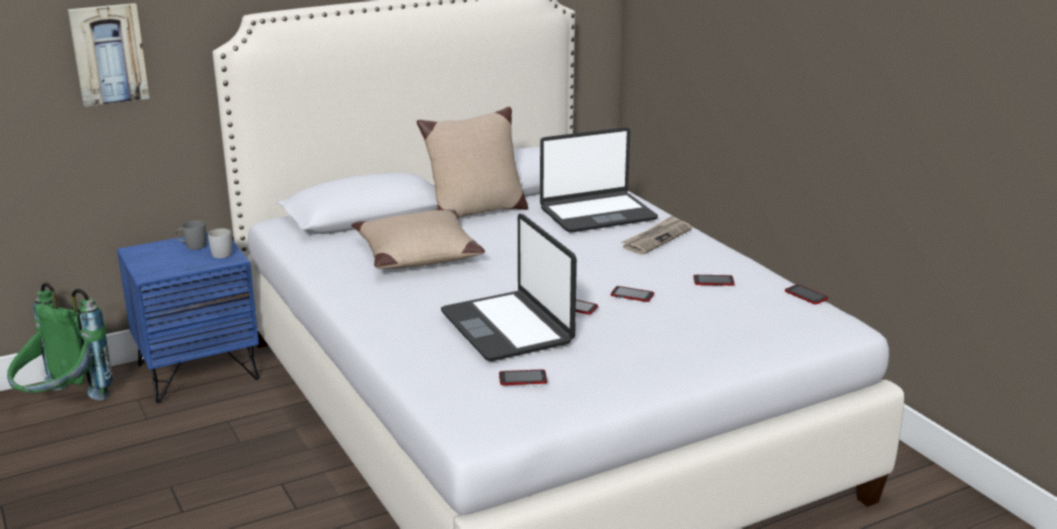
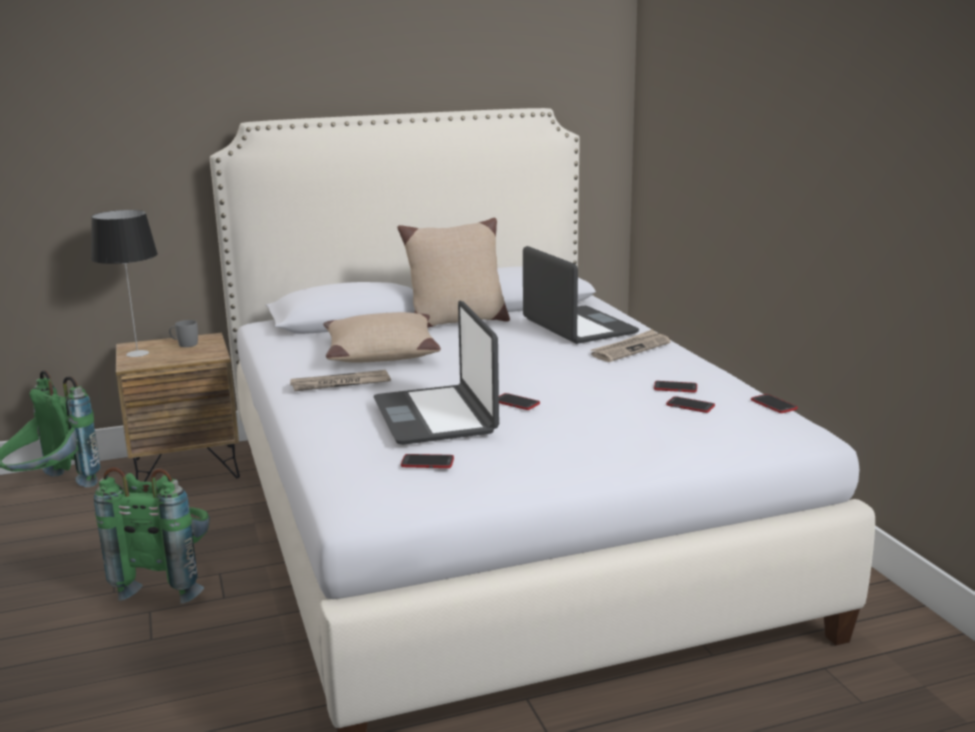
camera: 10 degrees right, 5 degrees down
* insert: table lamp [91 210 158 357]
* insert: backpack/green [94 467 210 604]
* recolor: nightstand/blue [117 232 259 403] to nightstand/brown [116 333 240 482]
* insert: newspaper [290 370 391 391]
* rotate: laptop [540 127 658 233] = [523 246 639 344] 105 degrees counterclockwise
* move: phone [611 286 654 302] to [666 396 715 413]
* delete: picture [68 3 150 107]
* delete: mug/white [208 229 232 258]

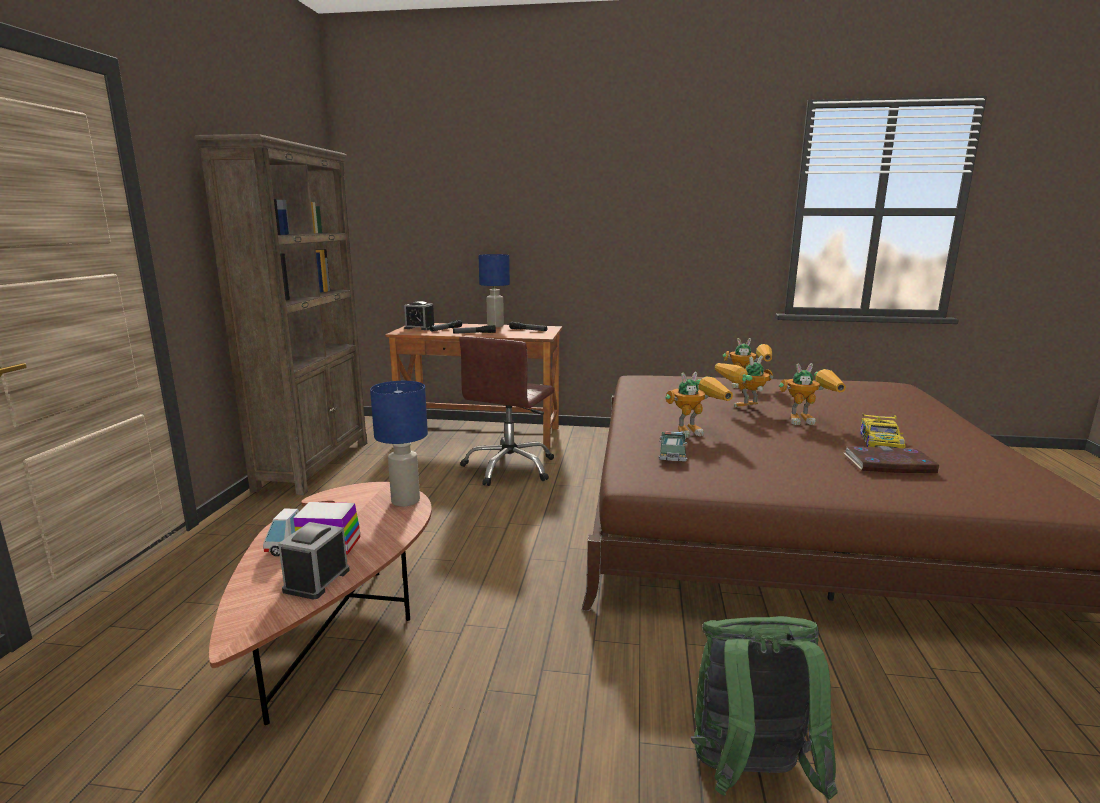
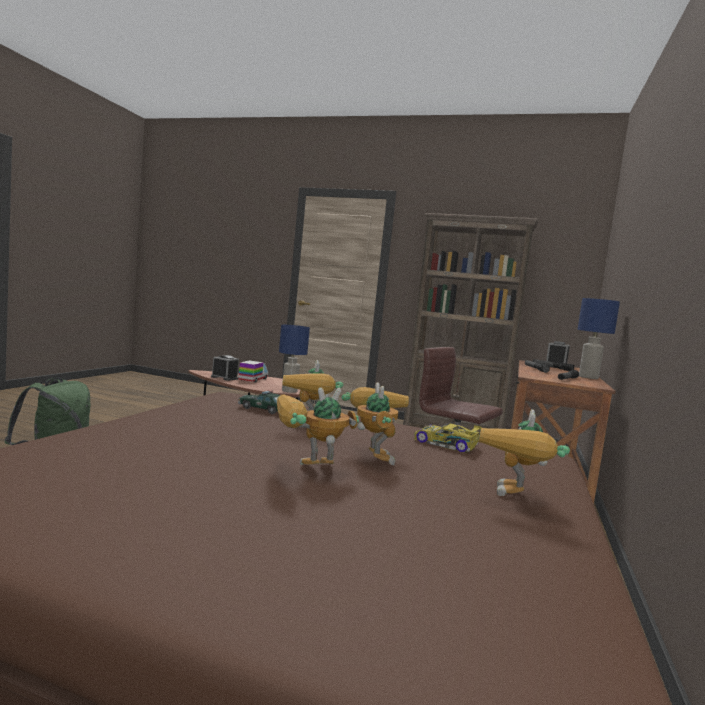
camera: 100 degrees right, 10 degrees down
* rotate: toy robot [779 363 846 425] = [277 387 359 465] 60 degrees clockwise
* move: toy car [860 412 906 448] to [414 423 482 453]
* delete: book [844 446 939 473]

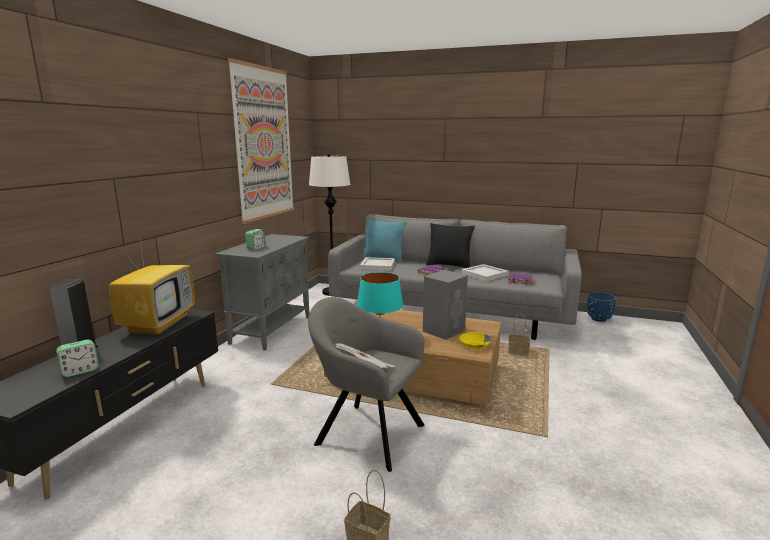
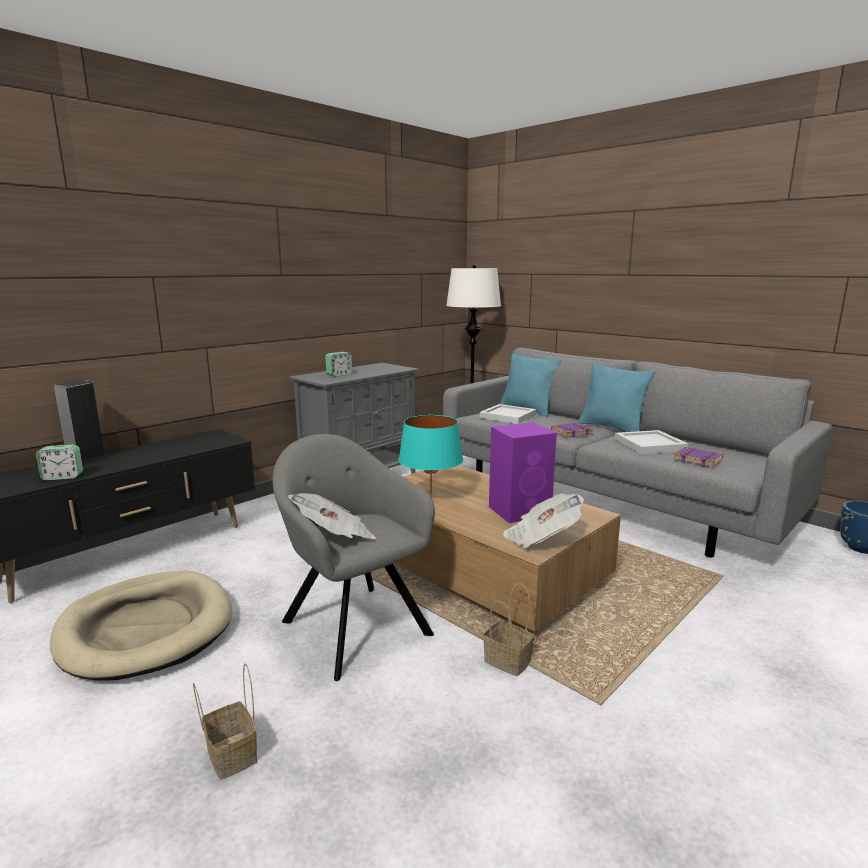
camera: 25 degrees right, 0 degrees up
* insert: dog bed/beige [50 571 232 680]
* move: basket [508 314 530 355] to [483 583 534 676]
* recolor: speaker/grey [423 270 468 340] to speaker/purple [489 422 557 523]
* replace: bowl/yellow [459 332 492 349] to newspaper [503 493 584 548]
* recolor: pillow/black [426 223 475 268] to pillow/turquoise [578 364 655 432]
* delete: television [109 230 195 336]
* delete: picture [228 58 294 224]

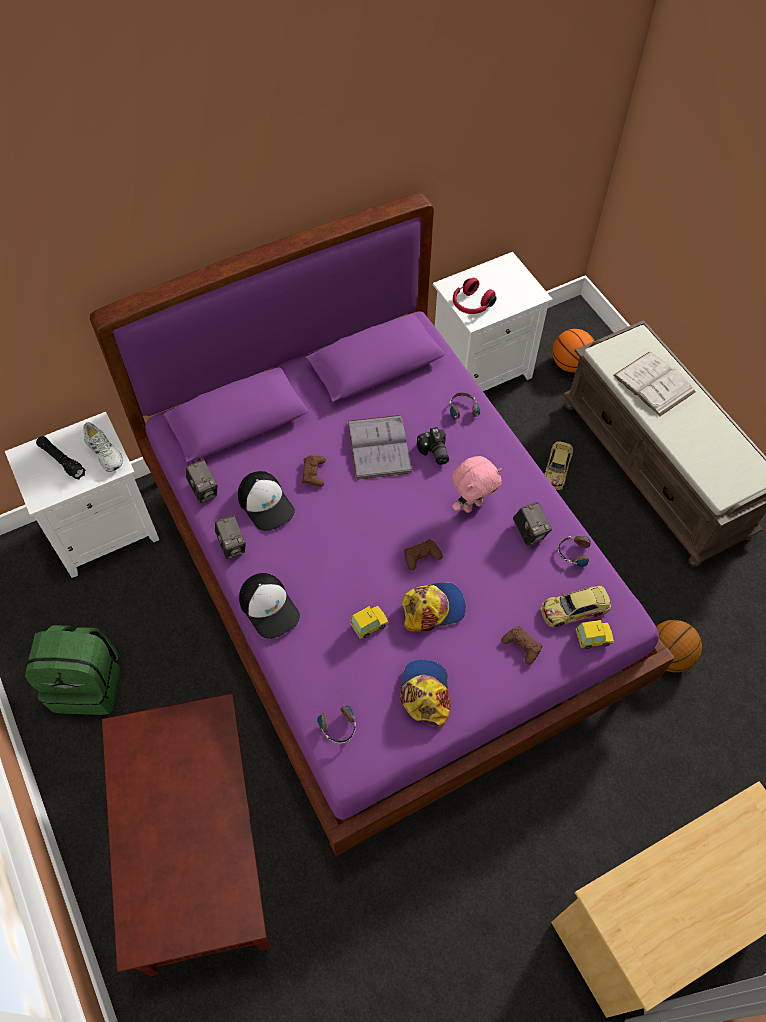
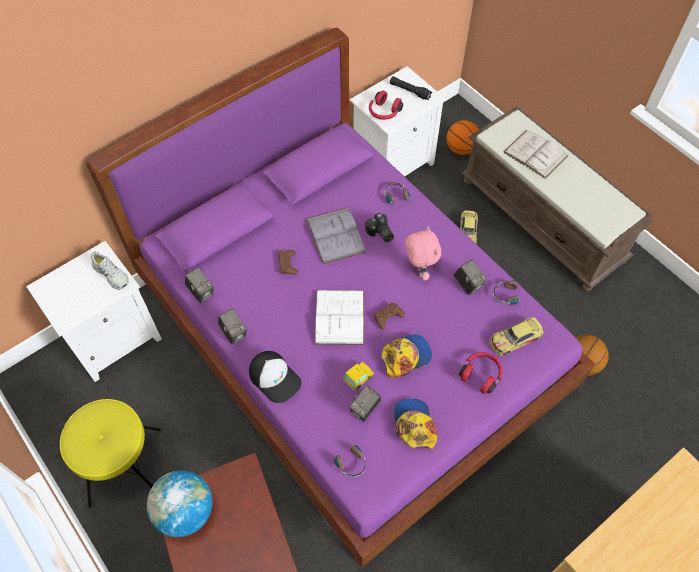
camera: 10 degrees left, 0 degrees up
* replace: backpack/green [25 625 121 715] to stool/yellow [60 399 161 508]
* insert: globe [147 470 212 537]
* insert: book/white [315 290 364 345]
* insert: photo camera [349 385 381 421]
* move: flashlight/black [36 436 85 480] to [390 76 432 100]
* rotate: plush toy/pink [452 456 502 513] = [405 226 441 280] 60 degrees counterclockwise
* replace: game controller/brown [501 626 542 665] to headphones/red [459 352 503 394]
* delete: cap [238 471 295 531]
* delete: toy car [576 620 614 649]

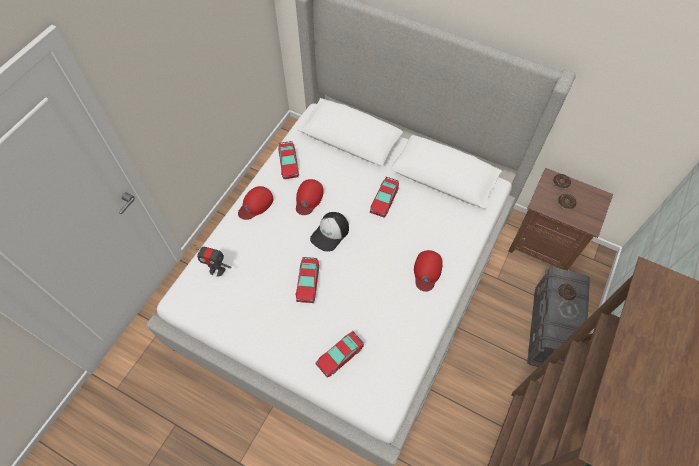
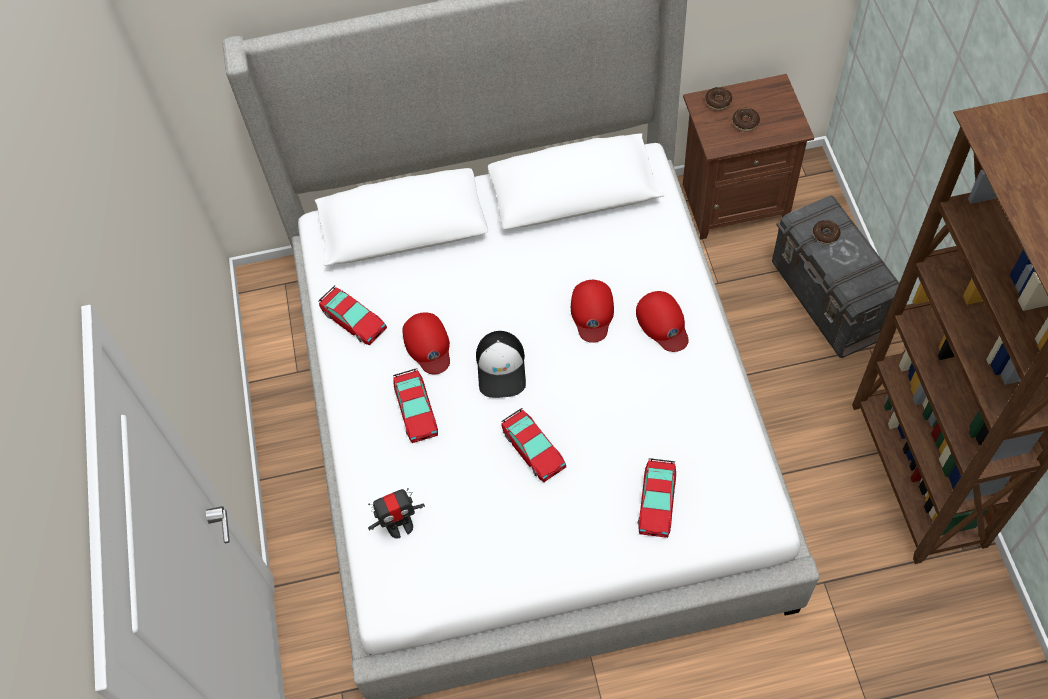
camera: 35 degrees left, 0 degrees up
* move: toy car [370 177 399 218] to [393 368 438 443]
* move: cap/red [238 186 274 220] to [571 280 614 343]

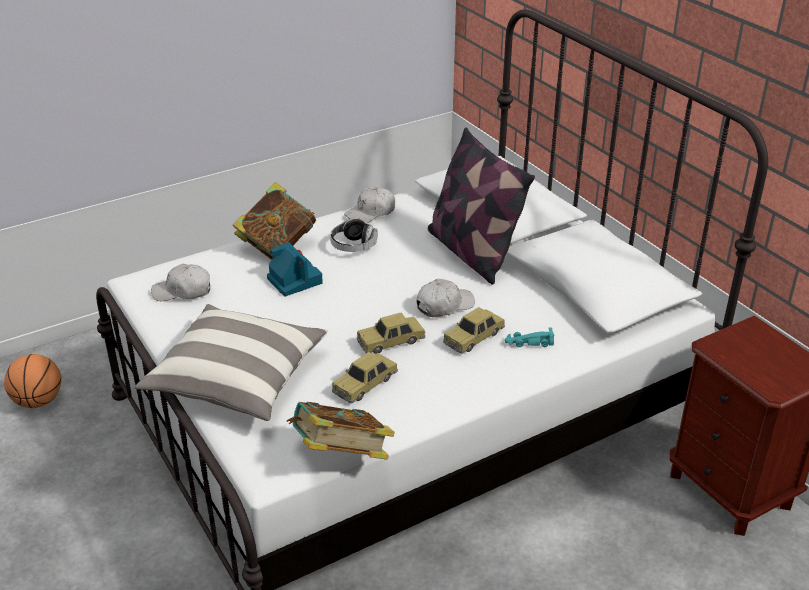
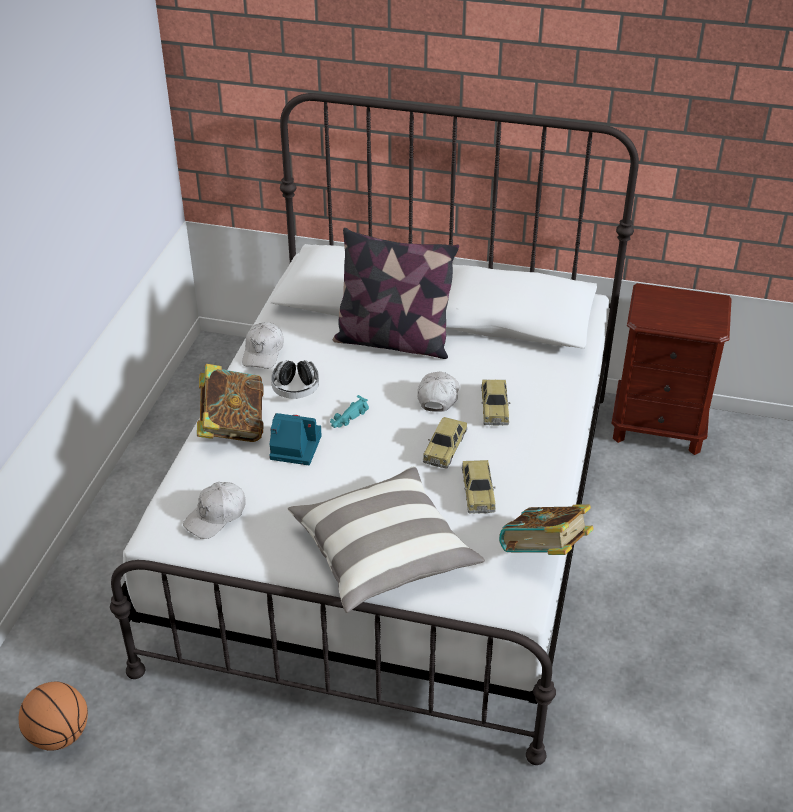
camera: 45 degrees left, 5 degrees up
* move: toy car/turquoise [505 327 555 347] to [330 395 369 428]

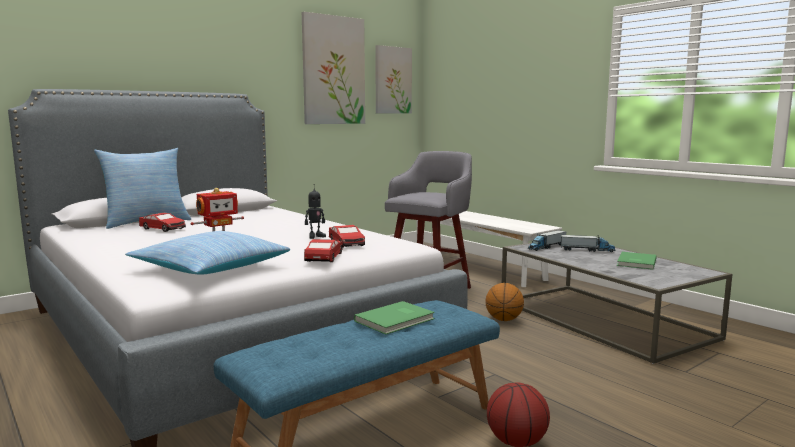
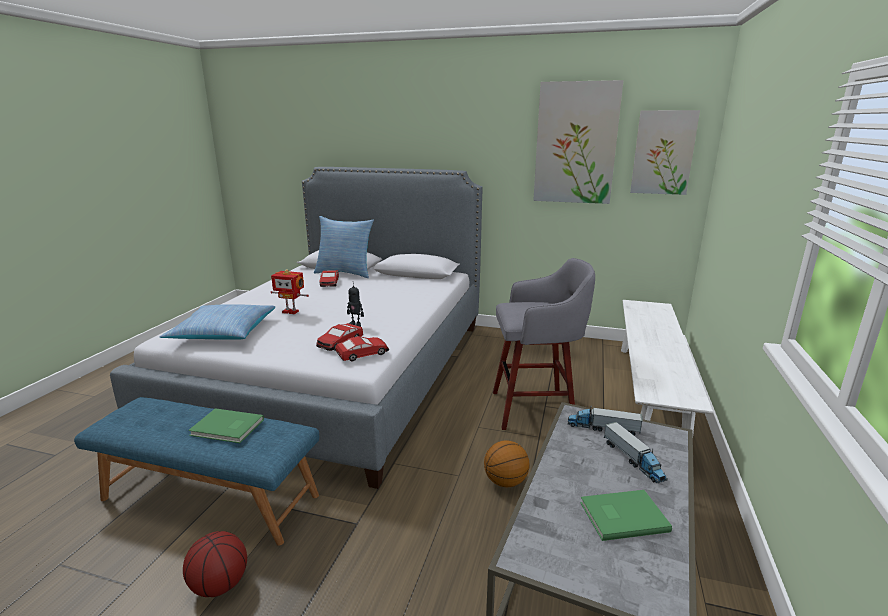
camera: 55 degrees right, 10 degrees up
* move: toy car [304 239 343 262] to [335 336 389 361]

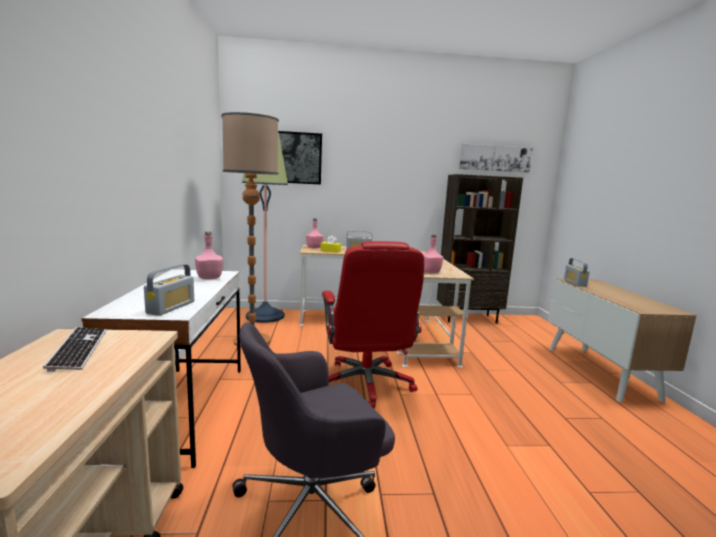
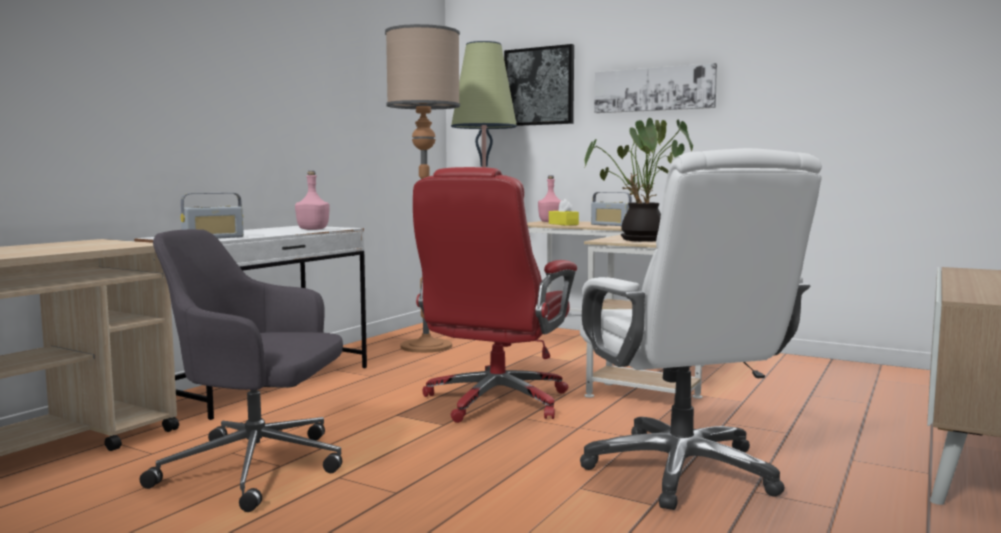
camera: 35 degrees right, 5 degrees down
* insert: office chair/white [580 148 822 510]
* replace: bottle/pink [423 235 443 273] to potted plant [585 118 693 242]
* move: picture [459 144 533 173] to [594 63 717 113]
* delete: keyboard [43 327 107 372]
* delete: bookcase/brown [437 174 523 324]
* delete: radio [564 258 590 287]

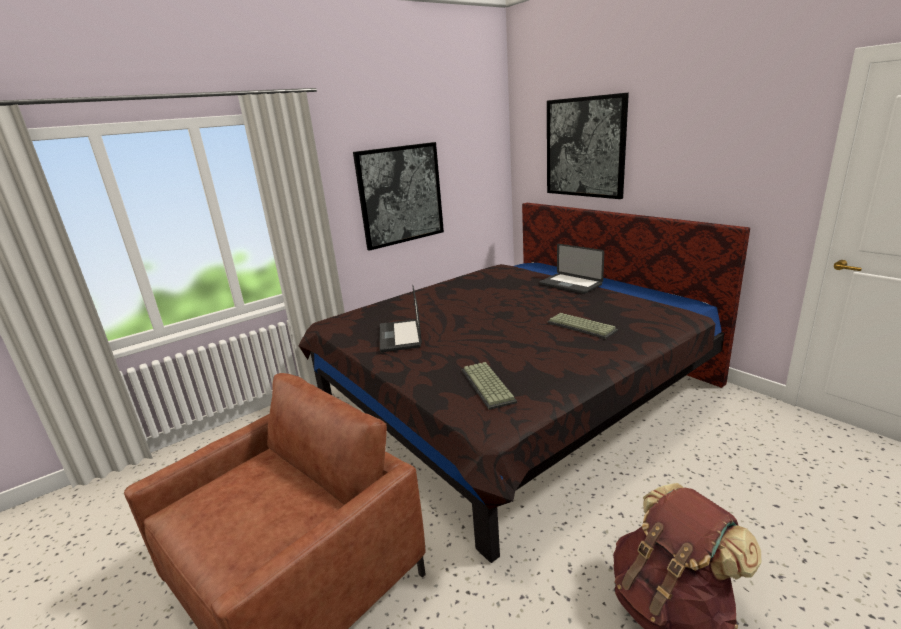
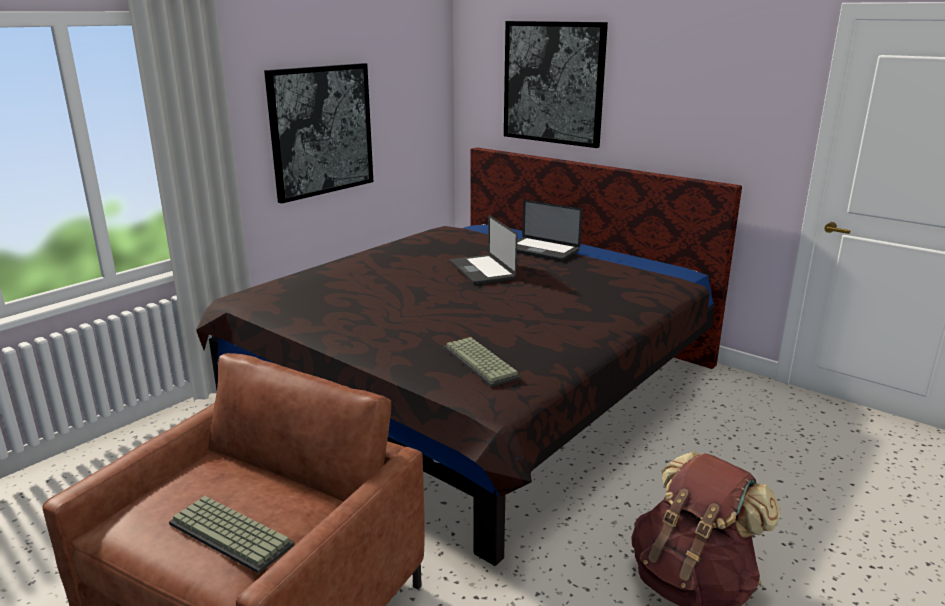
camera: 15 degrees left, 0 degrees up
* move: keyboard [548 313 618 339] to [169 496 294 574]
* move: laptop [380 285 422 352] to [450 215 517 285]

